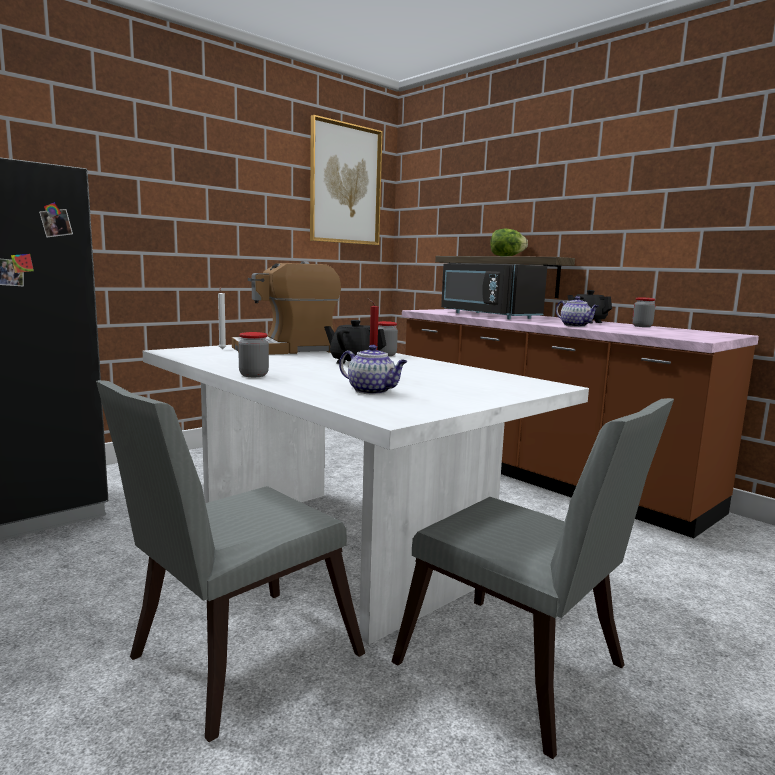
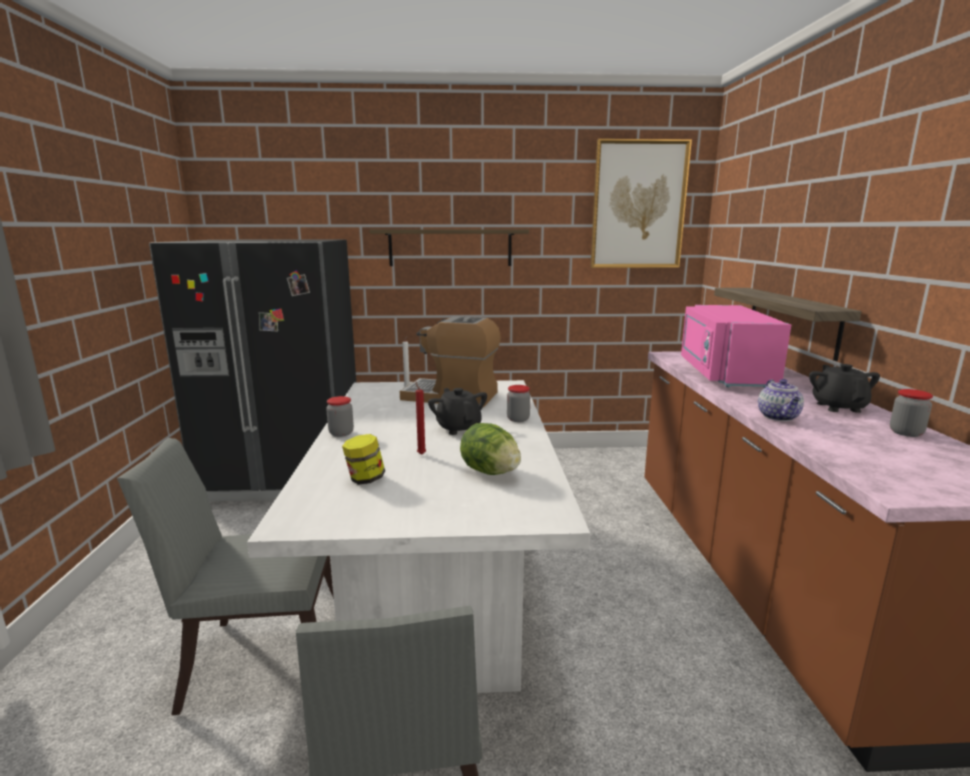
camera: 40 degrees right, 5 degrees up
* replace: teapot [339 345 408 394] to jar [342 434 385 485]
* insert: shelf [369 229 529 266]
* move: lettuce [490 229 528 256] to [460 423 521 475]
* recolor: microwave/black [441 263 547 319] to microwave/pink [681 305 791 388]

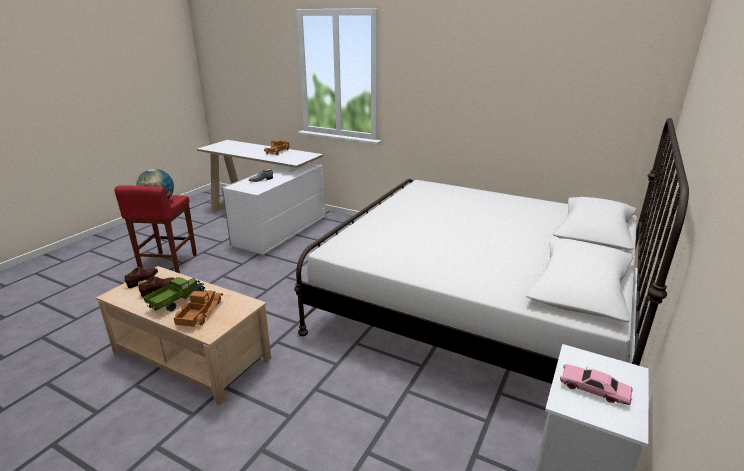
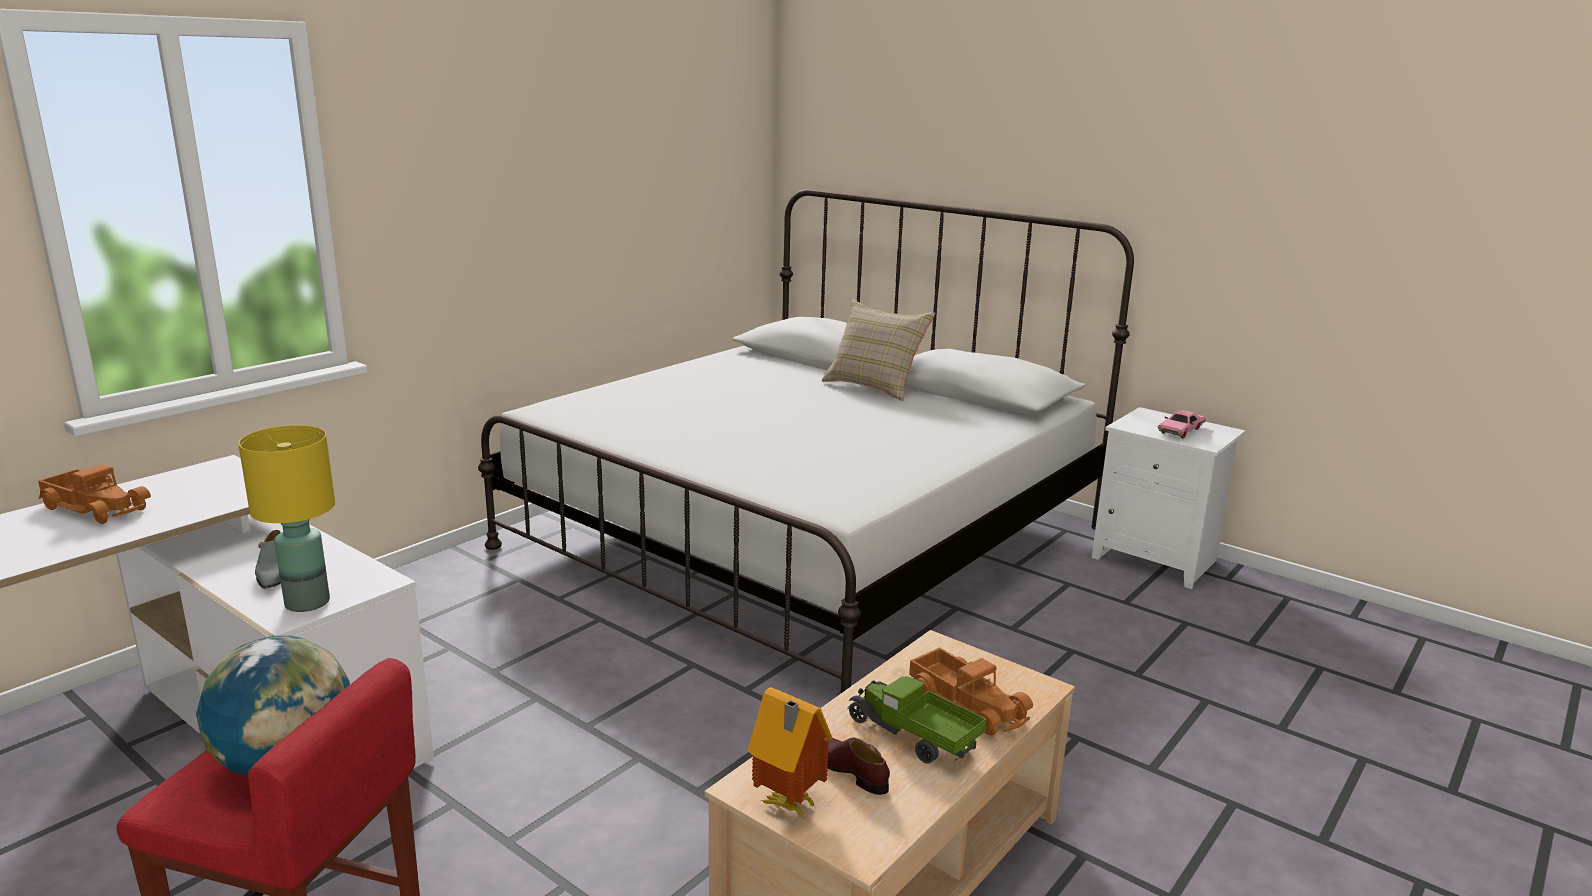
camera: 80 degrees left, 5 degrees down
* insert: table lamp/yellow [238 425 335 612]
* replace: shoe/brown [125 267 158 288] to toy house [748 687 833 818]
* insert: pillow/beige [822 299 935 401]
* rotate: toy truck [174 290 223 327] = [909 647 1033 736] 150 degrees counterclockwise

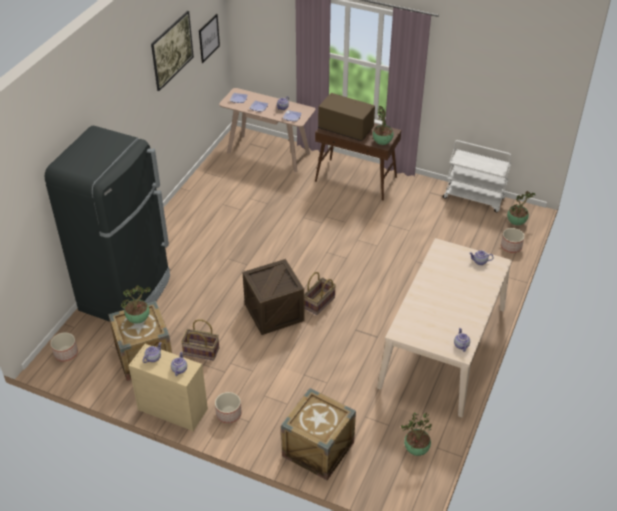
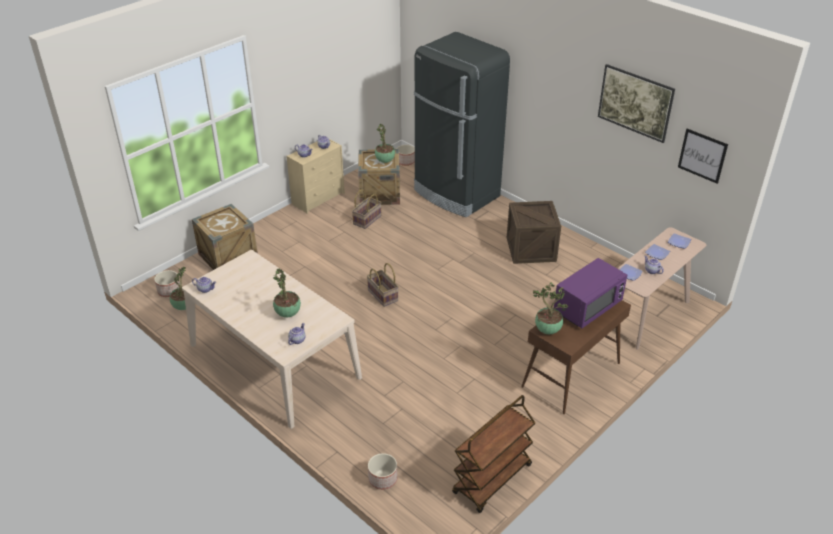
camera: 110 degrees right, 5 degrees down
* move: planter [215 392 242 423] to [154 270 180 297]
* move: potted plant [507 191 535 225] to [273 269 301 317]
* recolor: cart/white [443 140 511 212] to cart/brown [452 395 535 513]
* move: crate [243 259 304 335] to [507 201 561 264]
* recolor: microwave/brown [318 93 375 141] to microwave/purple [554 258 627 328]

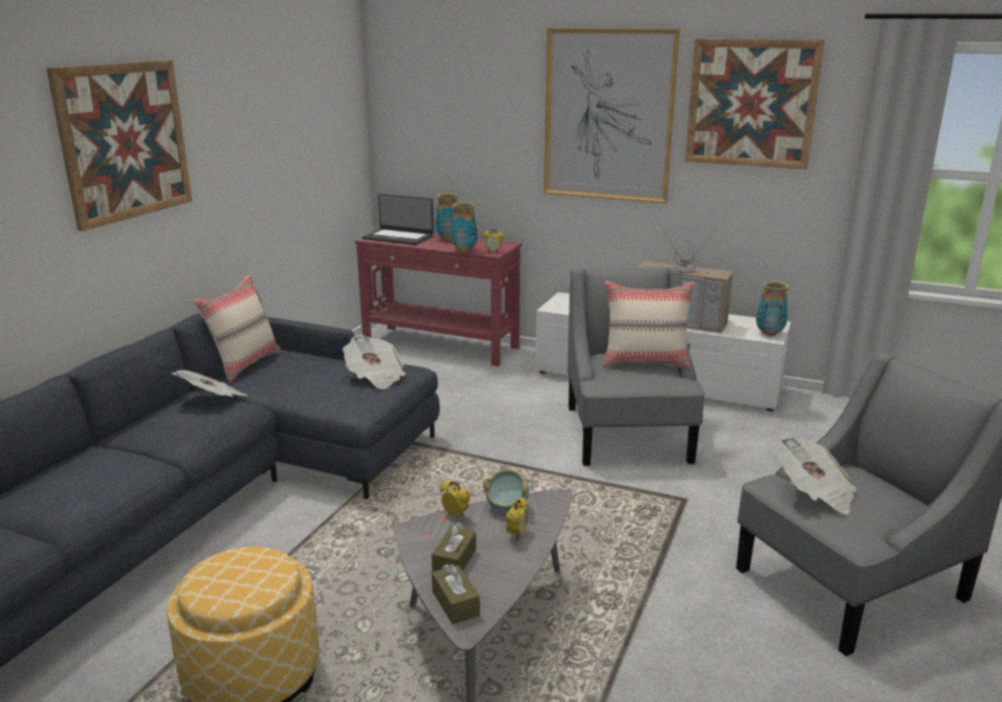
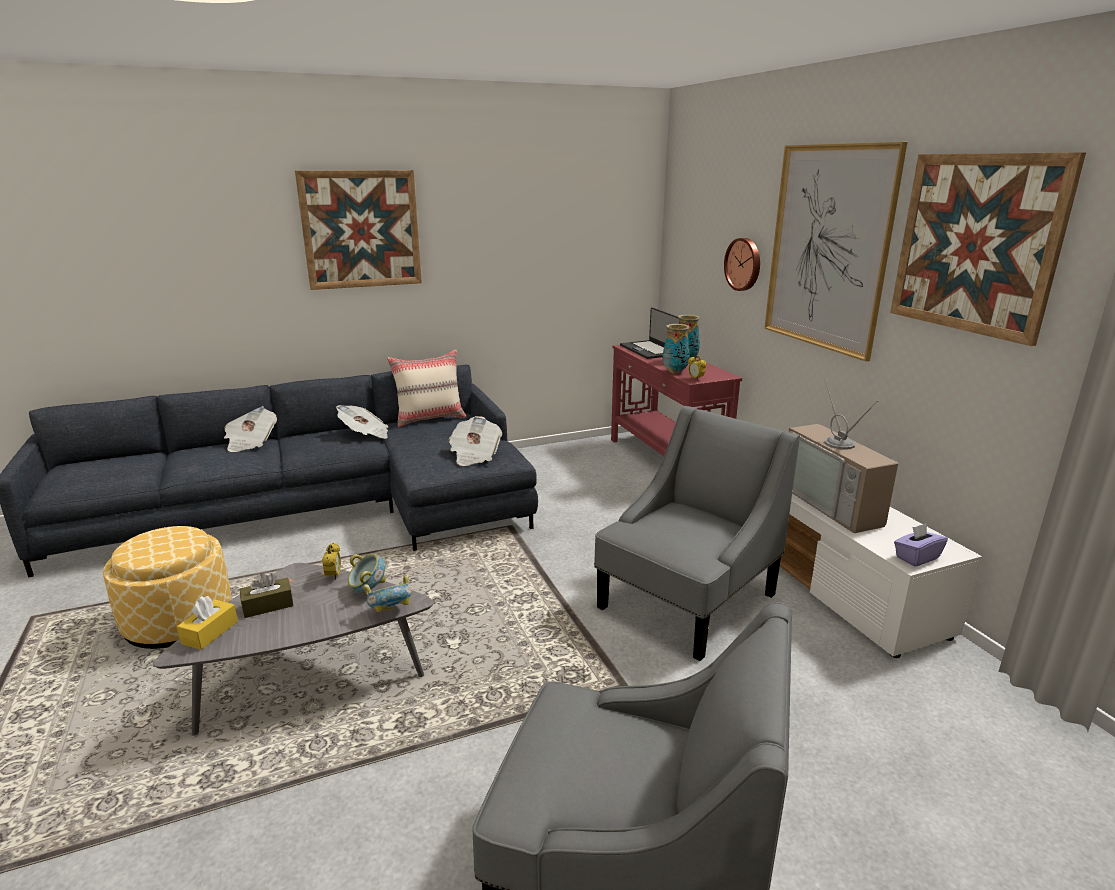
camera: 45 degrees right, 0 degrees up
* recolor: tissue box/brown [432 564 480 624] to tissue box/yellow [177 596 238 650]
* move: newspaper [778 436 857 514] to [224 406 277 452]
* insert: bowl [363 575 412 612]
* insert: wall clock [724 238 760 291]
* replace: vase [756 281 789 336] to tissue box/purple [894 523 948 567]
* delete: alarm clock [506 497 529 540]
* delete: pillow/beige [603 281 694 369]

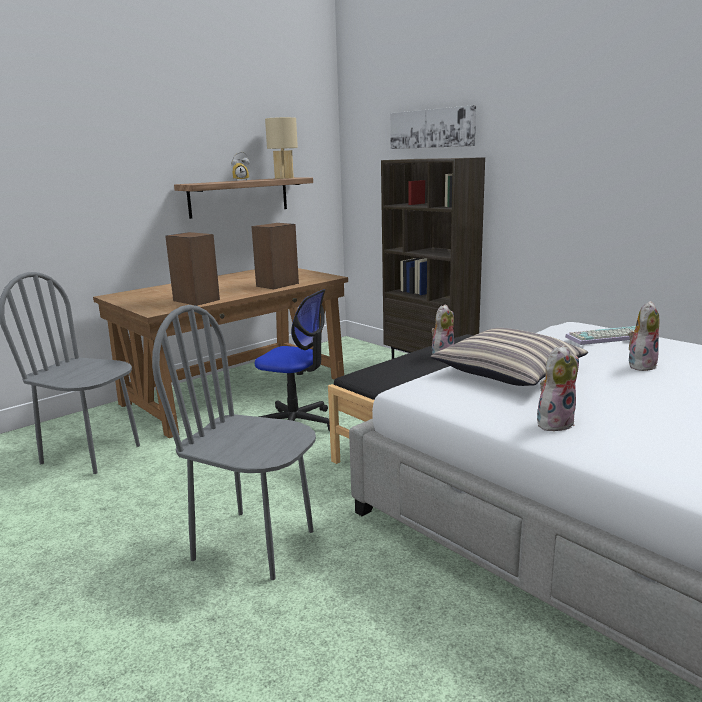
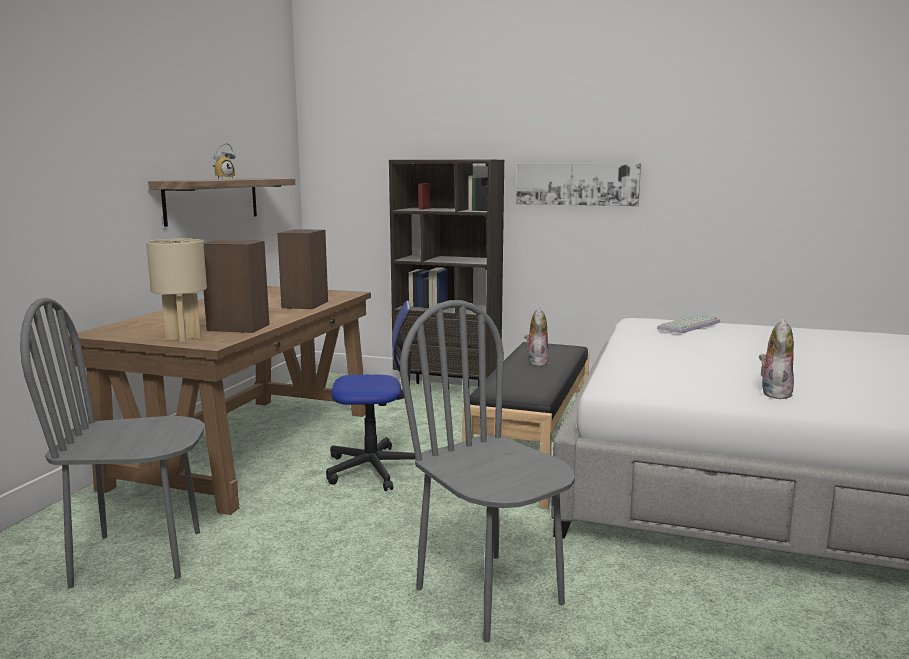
camera: 30 degrees left, 5 degrees down
* move: table lamp/beige [265 117 298 179] to [146 239 207 342]
* rotate: chair/grey [152 305 316 580] = [400 300 575 642] 60 degrees clockwise
* move: picture [390 105 476 149] to [516 163 641 206]
* delete: pillow [431 328 588 386]
* delete: plush toy [628 301 659 371]

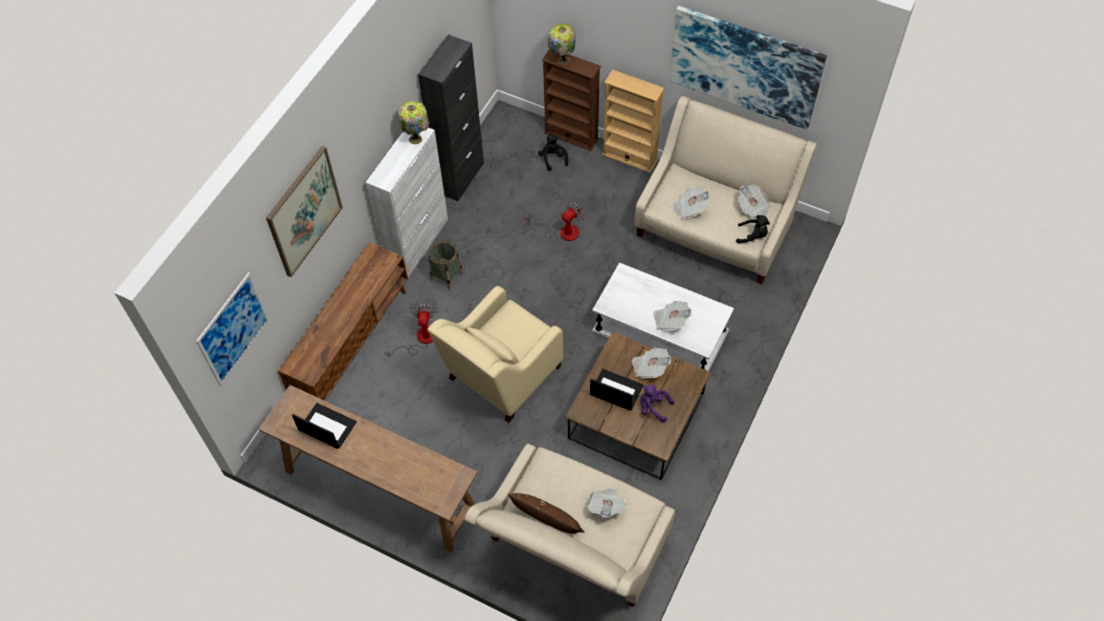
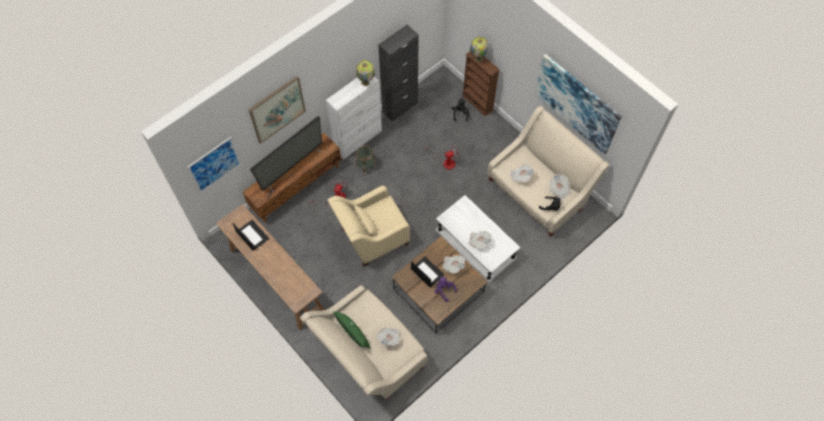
camera: 20 degrees right, 5 degrees up
* insert: television [250 116 322 192]
* recolor: pillow/brown [507 493 584 534] to pillow/green [333 311 371 349]
* delete: bookcase/beige [602 69 664 173]

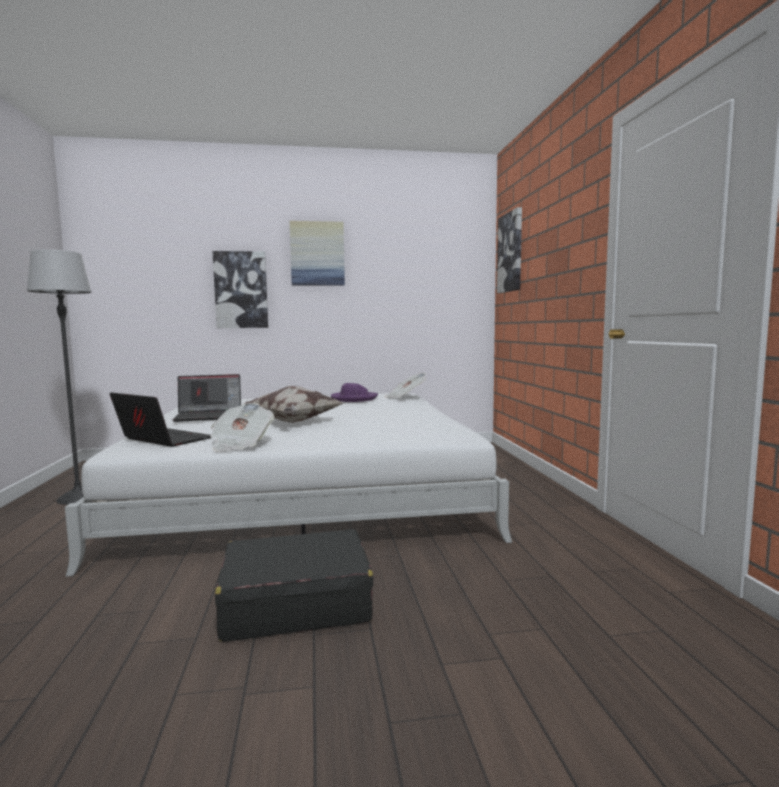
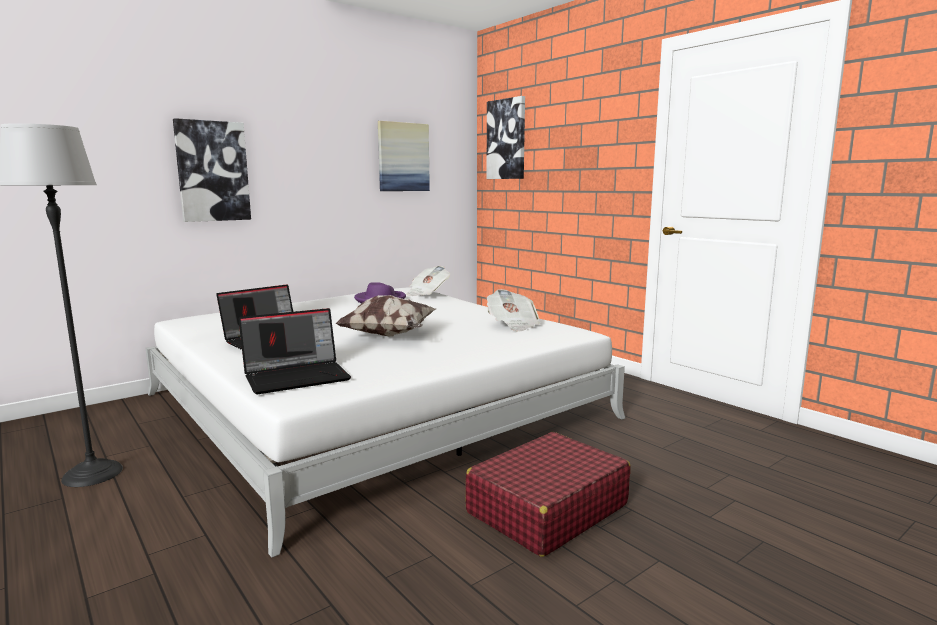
camera: 30 degrees left, 5 degrees up
* rotate: laptop [110 392 211 447] = [238 308 351 394] 150 degrees clockwise
* move: picture [290 221 345 286] to [378 121 430 191]
* recolor: suitcase/black [215 529 373 642] to suitcase/red [465 432 630 557]
* move: newspaper [210 403 275 452] to [487 289 540 332]

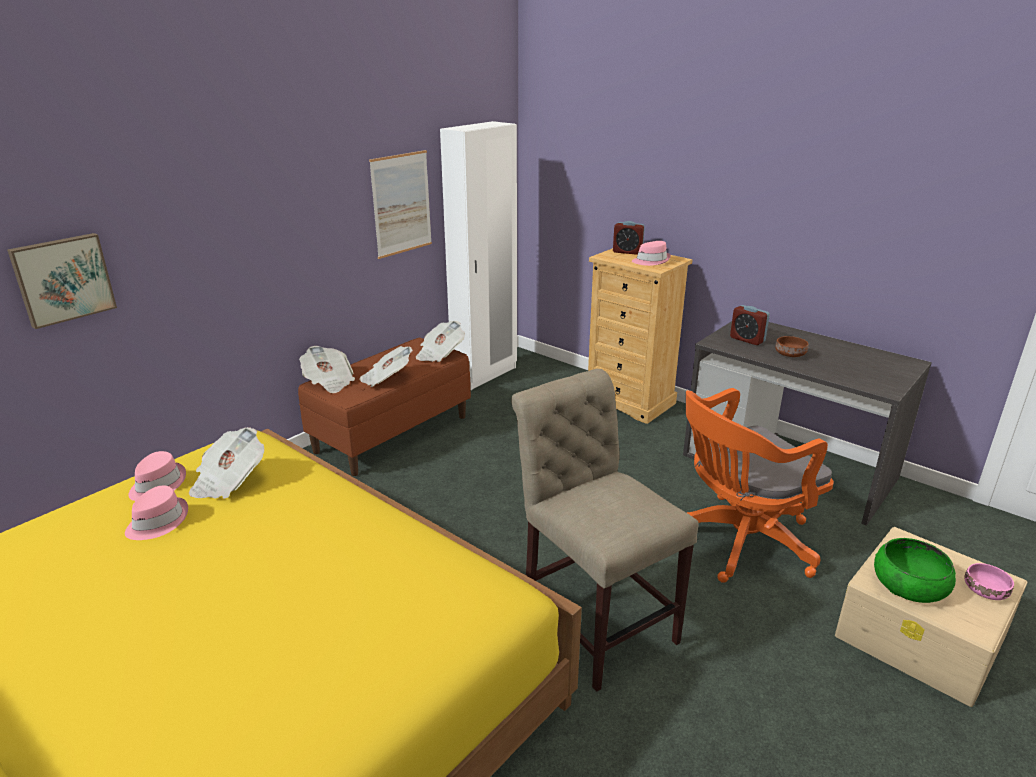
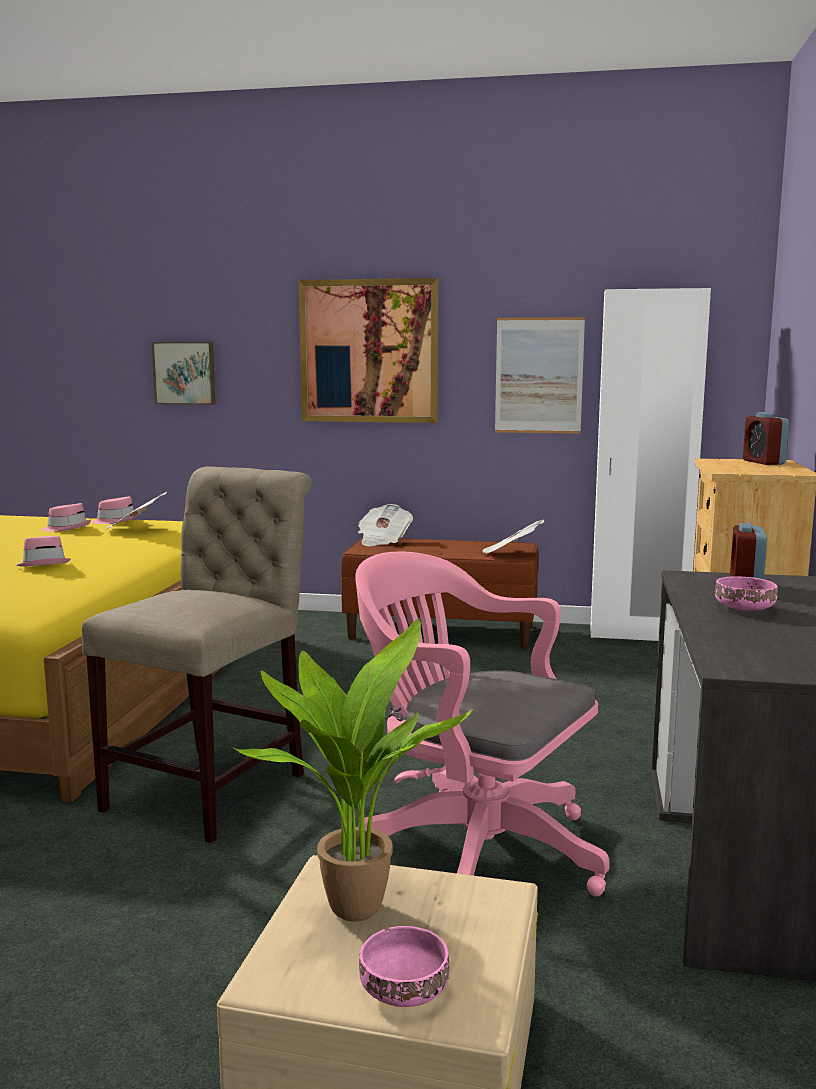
camera: 60 degrees right, 15 degrees down
* move: hat/pink [632 241 671 266] to [16 536 71 567]
* replace: bowl/green [874 538 956 603] to potted plant [232 619 473 922]
* insert: picture [299 278 438 423]
* recolor: office chair/orange [686 388 834 583] to office chair/pink [355 551 610 896]
* recolor: bowl/brown [775 336 809 357] to bowl/pink [715 576 777 611]
* delete: newspaper [359 346 413 387]

